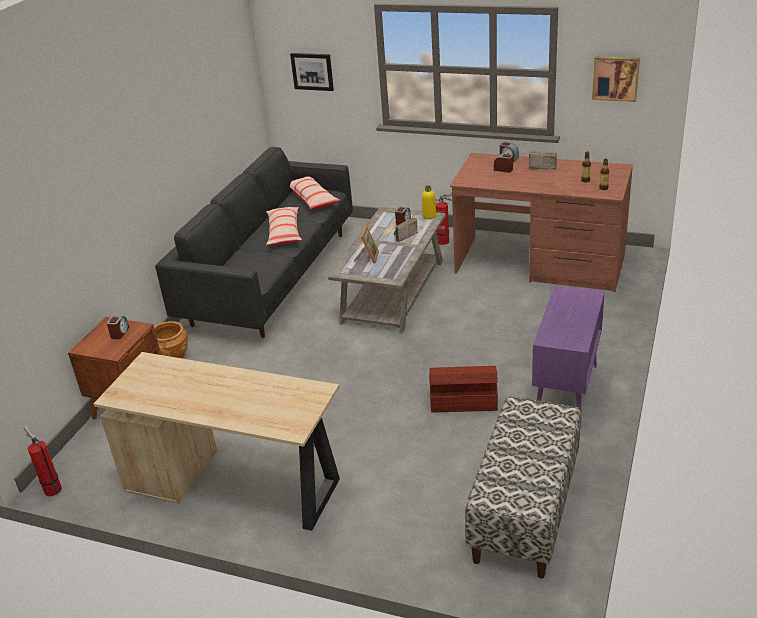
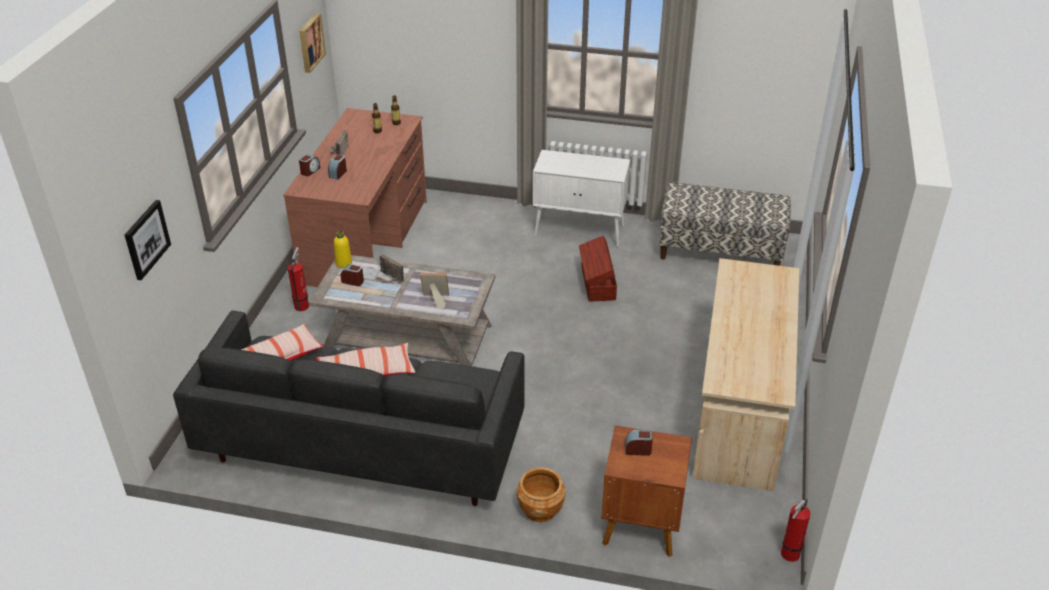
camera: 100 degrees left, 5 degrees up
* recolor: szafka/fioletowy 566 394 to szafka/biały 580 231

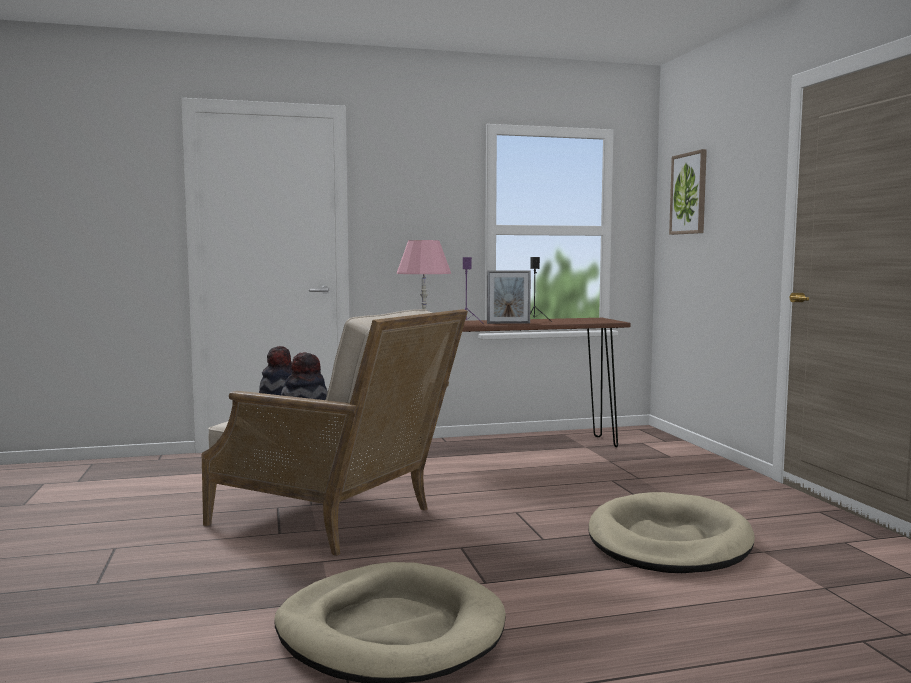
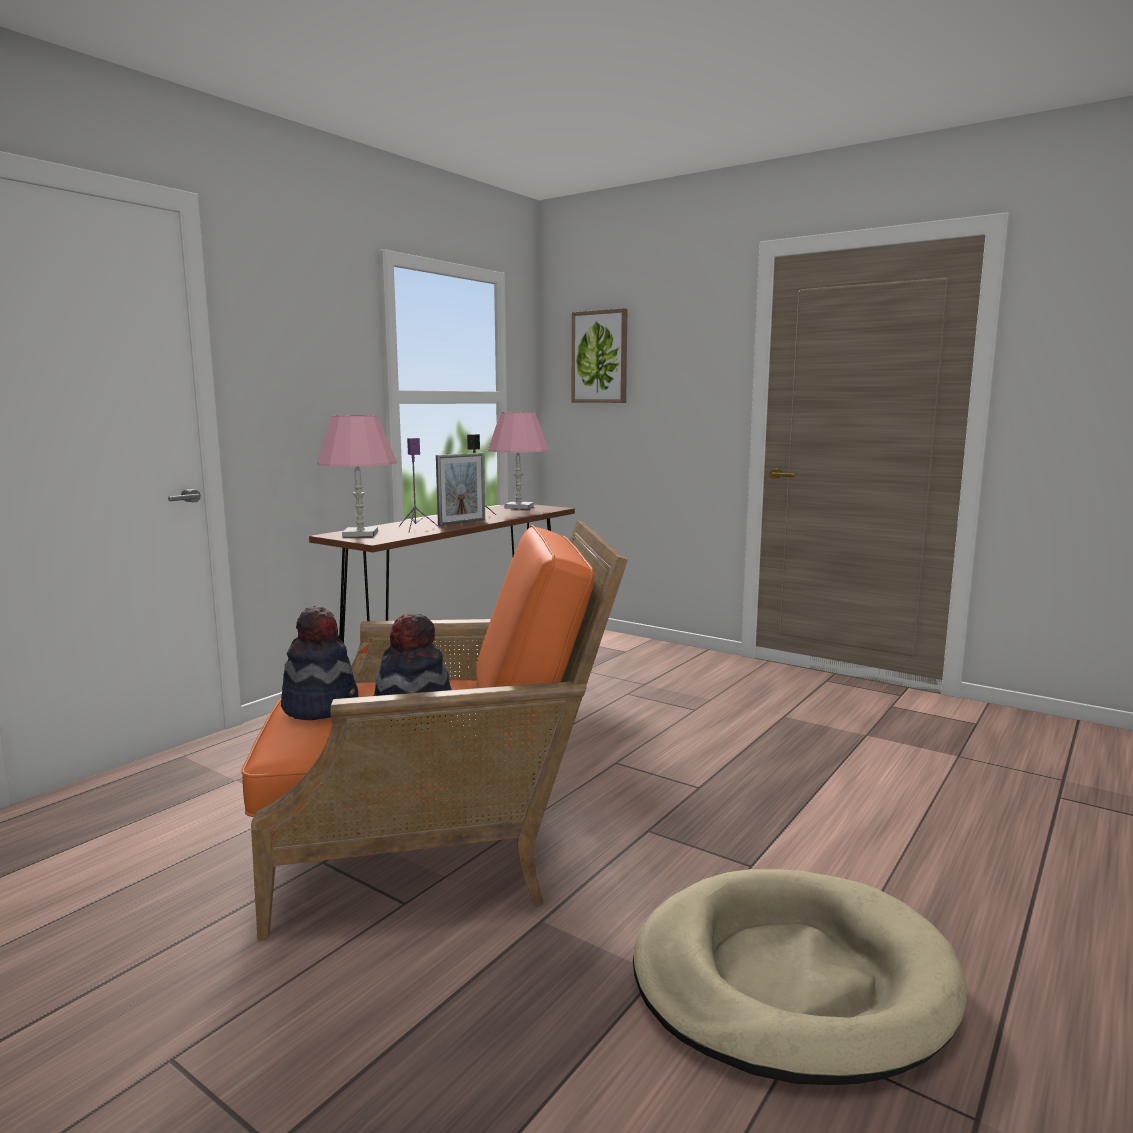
camera: 40 degrees left, 5 degrees up
* recolor: fotel/beżowy 337 519 to fotel/pomarańczowy 441 848
* delete: legowisko/beżowy 668 541
* insert: lampa stołowa/różowy 519 507

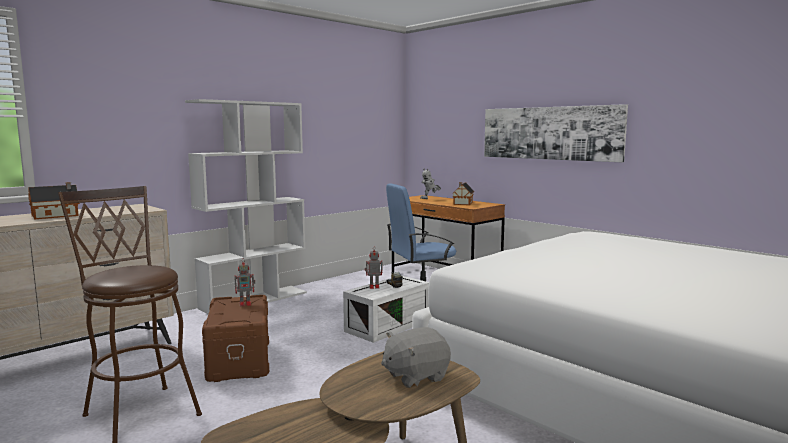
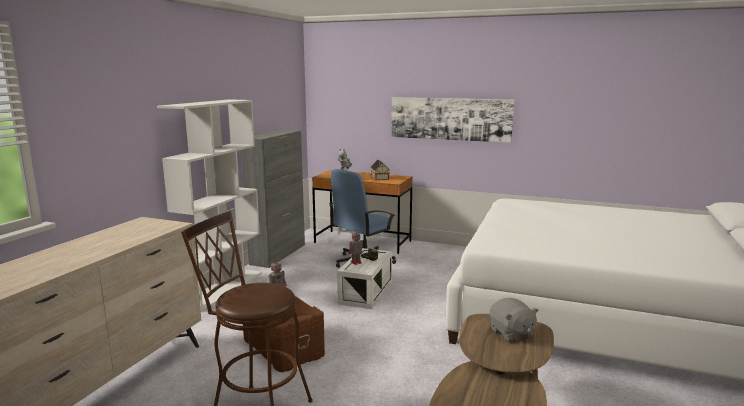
camera: 25 degrees left, 5 degrees up
* delete: domek 57 216
* rotate: pluszak/szary 415 376 = 511 333 60 degrees counterclockwise
* insert: szafka/szary 278 254

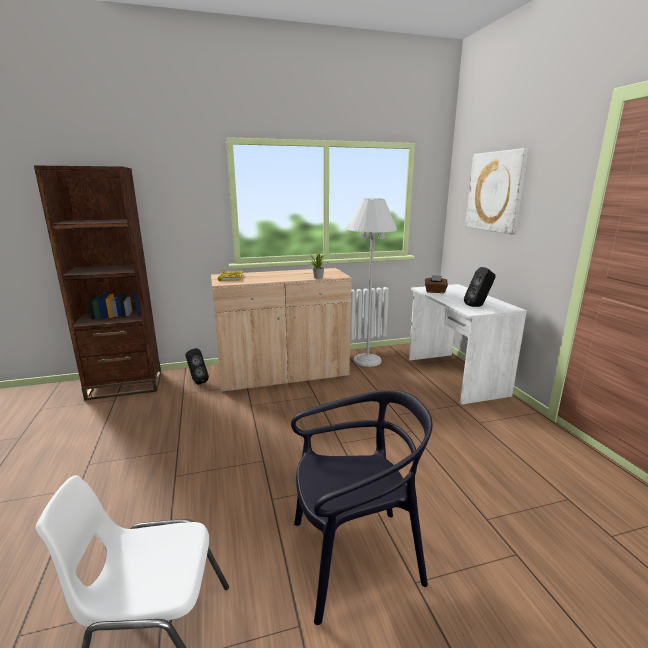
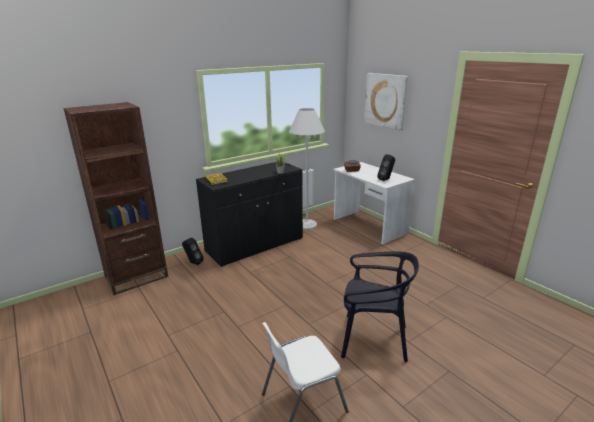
camera: 20 degrees left, 5 degrees up
* recolor: szafka/beżowy 283 374 to szafka/czarny 255 245
* rotate: krzesło/czarny 354 557 = 373 339 45 degrees clockwise

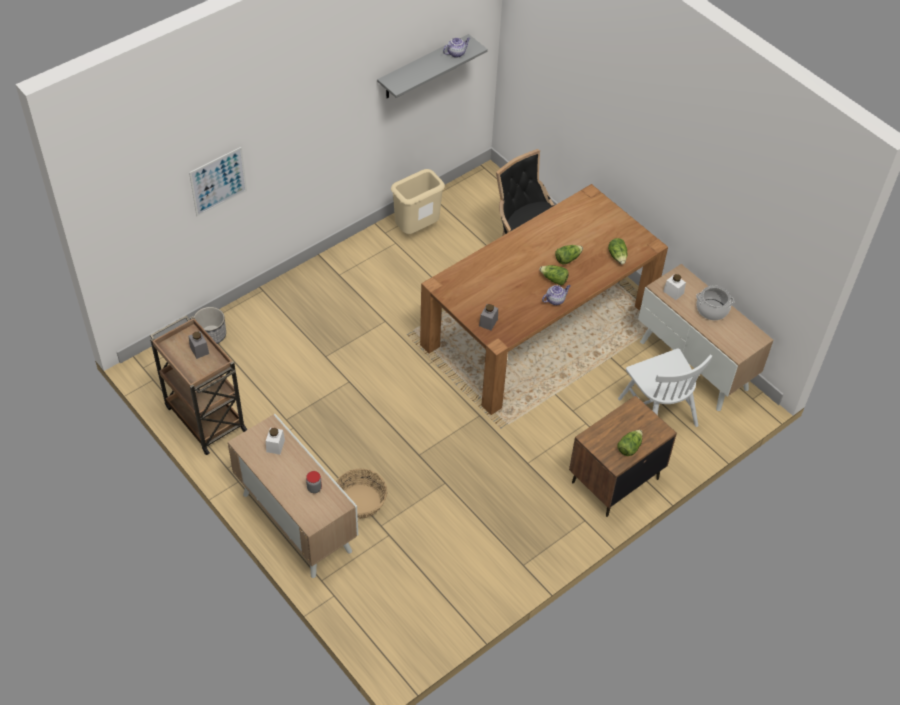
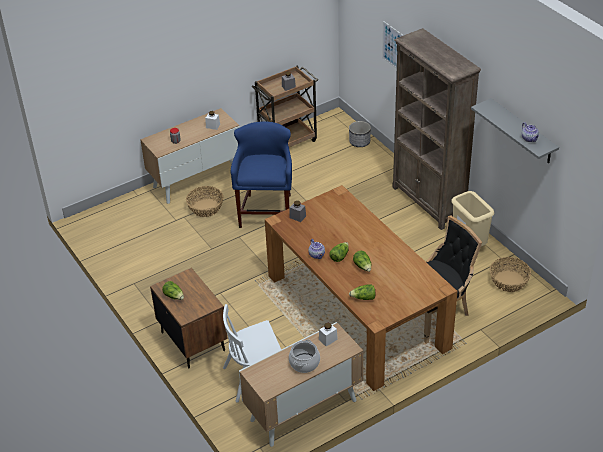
camera: 100 degrees right, 10 degrees down
* insert: regał/brązowy 428 203
* insert: stołek/niebieski 266 212
* insert: koszyk 508 281

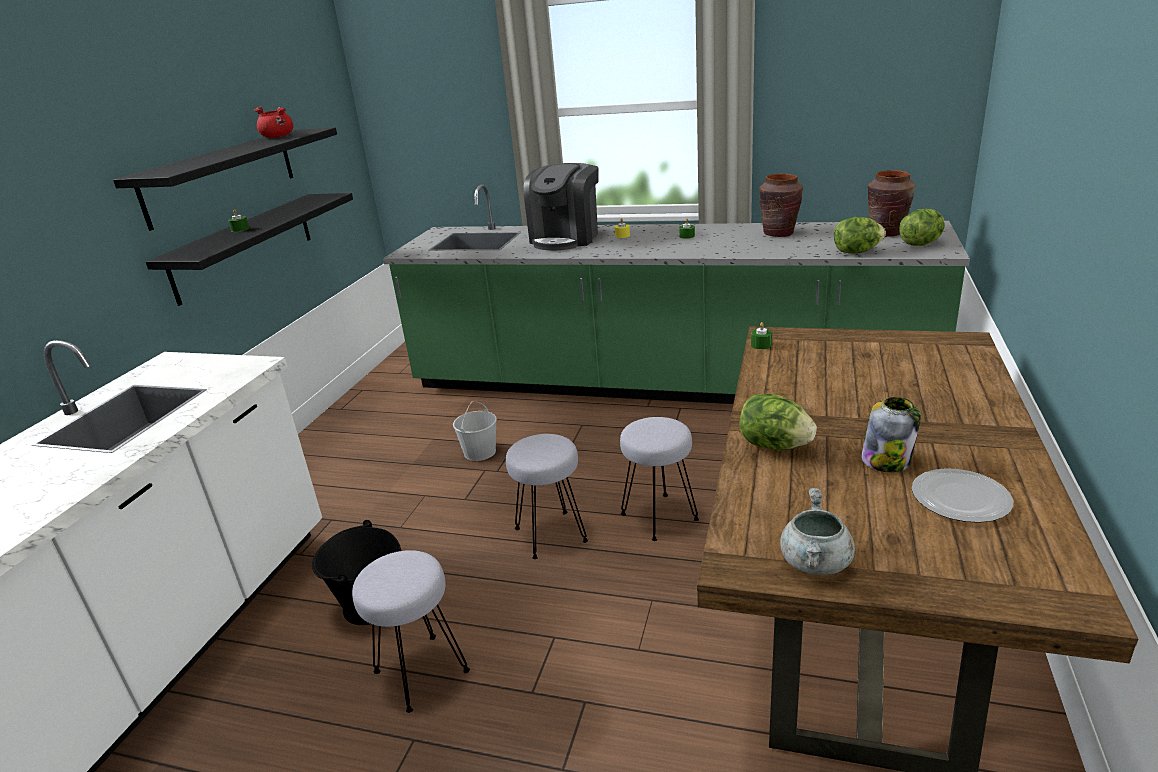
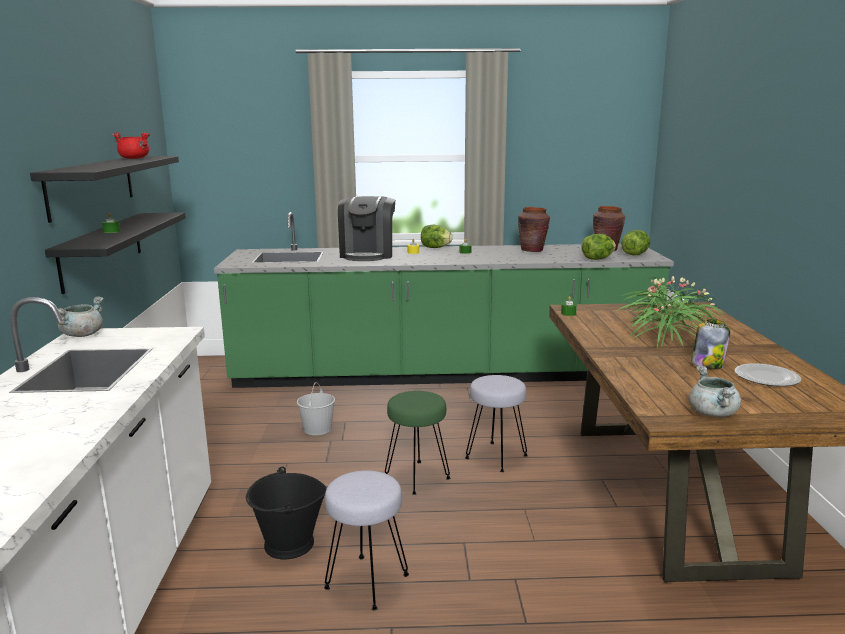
camera: 20 degrees left, 10 degrees down
* move: sałata 774 446 to 435 248
* recolor: stołek/szary 552 534 to stołek/zielony 417 477
* insert: roślina doniczkowa 667 336
* insert: garnek/szary 82 334

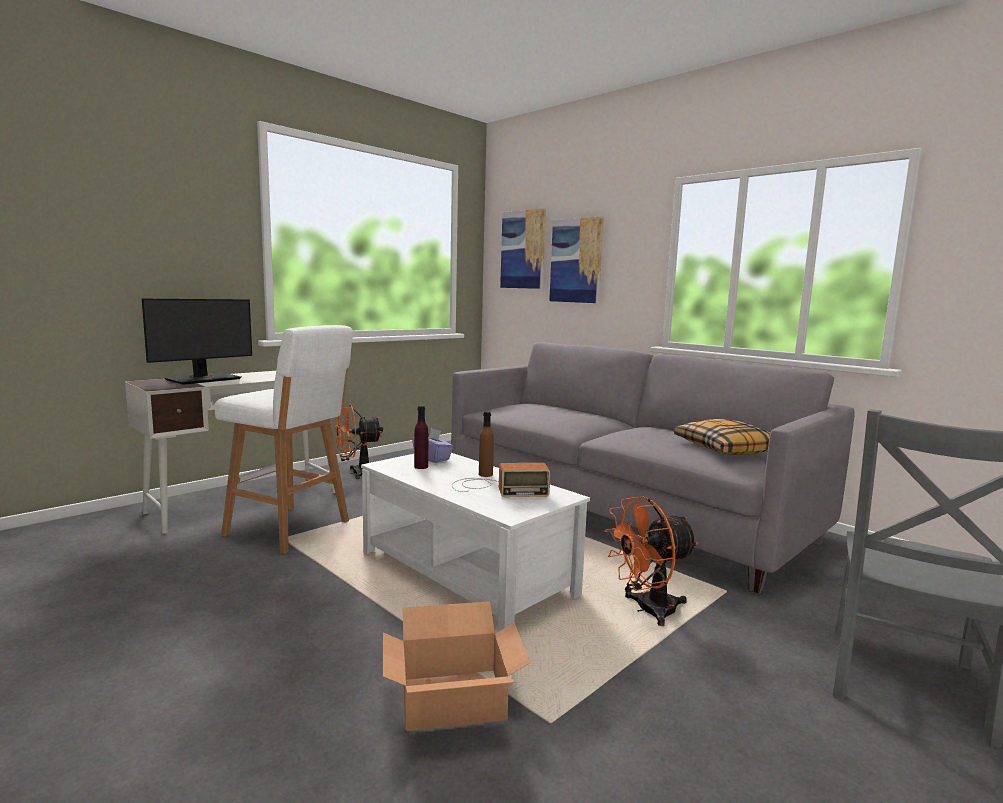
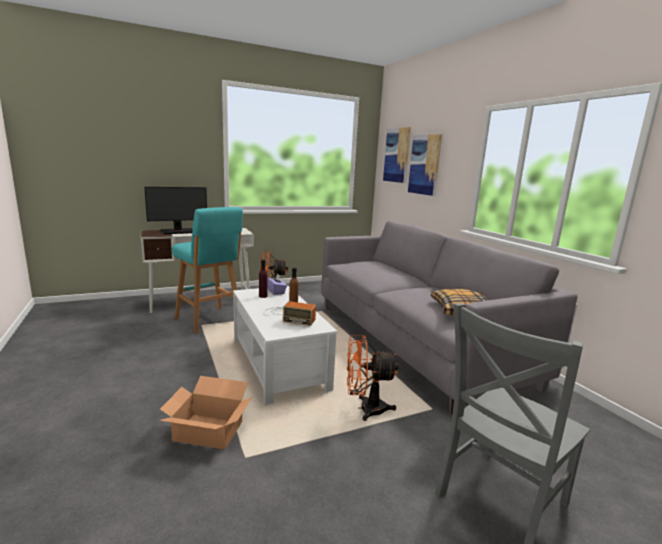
camera: 20 degrees right, 5 degrees up
* recolor: stołek/biały 290 529 to stołek/turkusowy 209 320

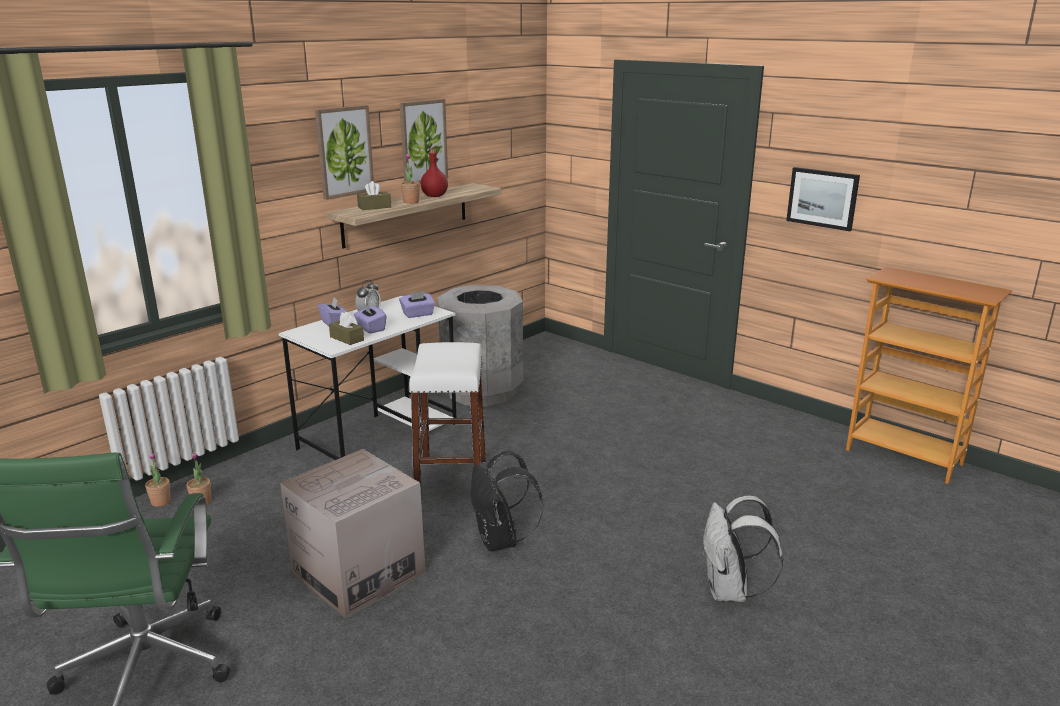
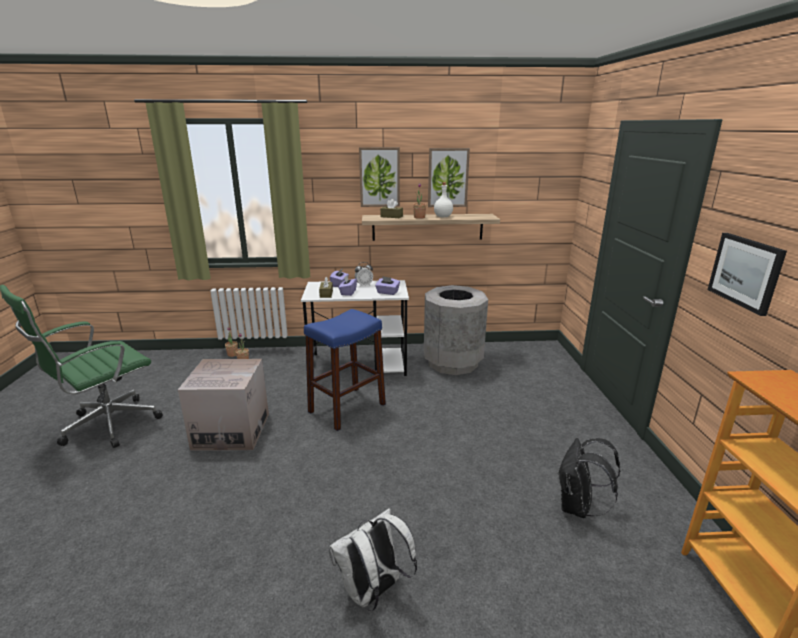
camera: 45 degrees right, 0 degrees up
* recolor: butelka/czerwony 434 196 to butelka/biały 443 216
* recolor: stołek/biały 451 483 to stołek/niebieski 347 408
* move: plecak/czarny 501 541 to 577 507

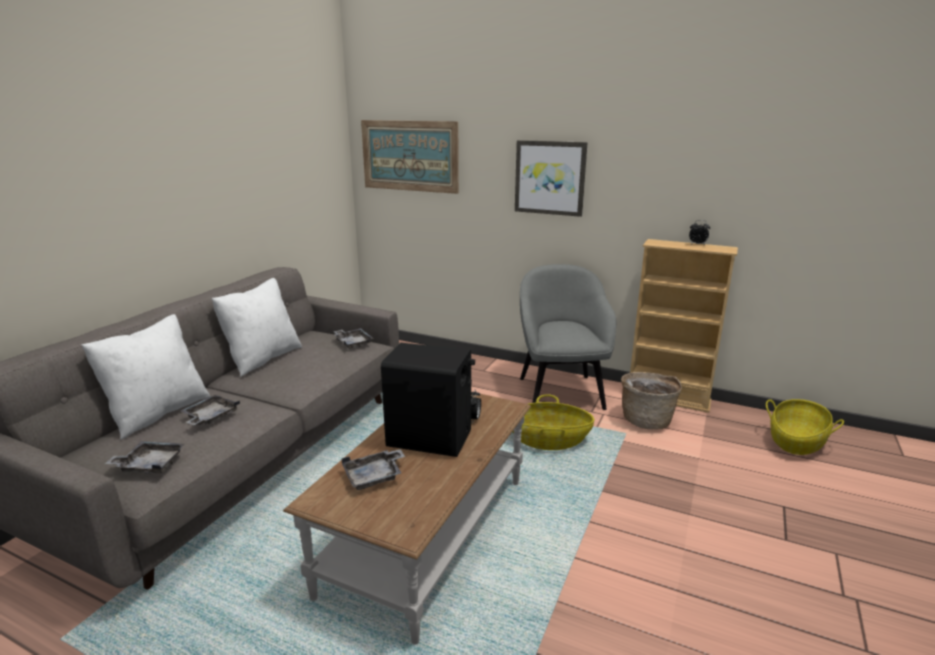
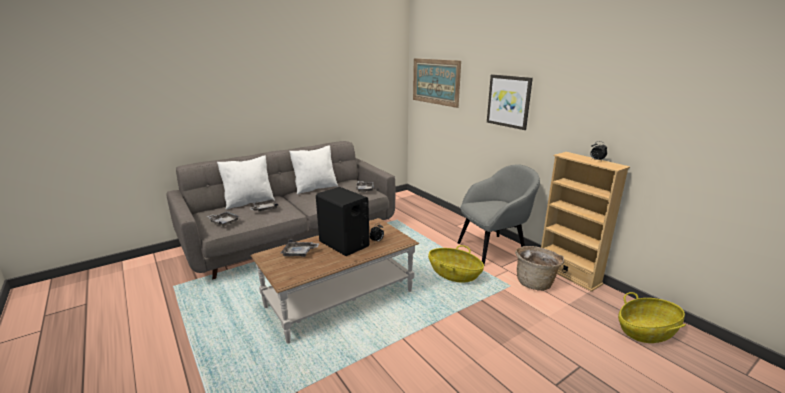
camera: 30 degrees right, 0 degrees up
* rotate: fotel/szary 560 392 = 492 249 45 degrees clockwise

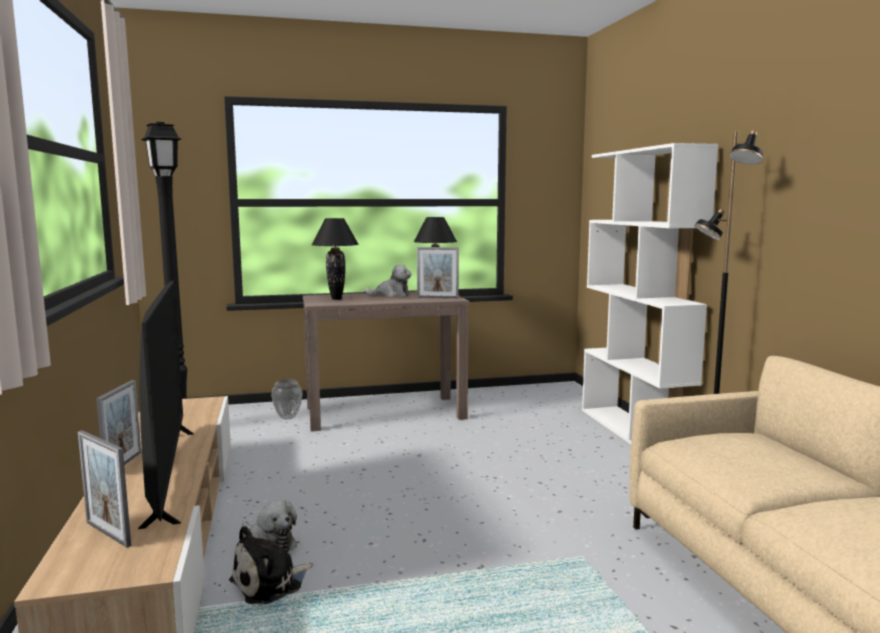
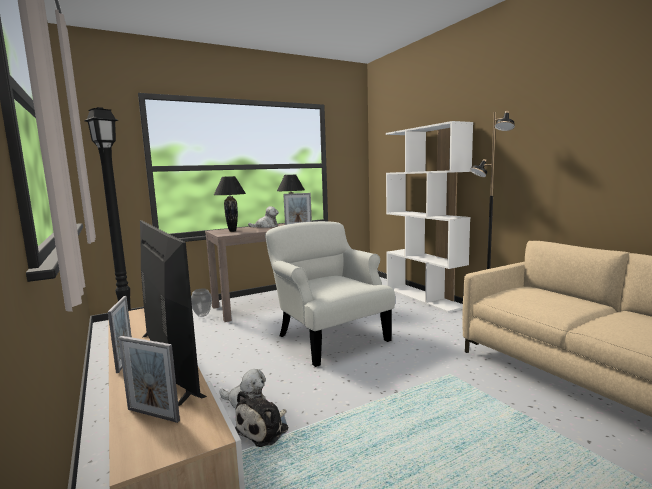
camera: 15 degrees left, 0 degrees up
* insert: fotel/biały 329 337

